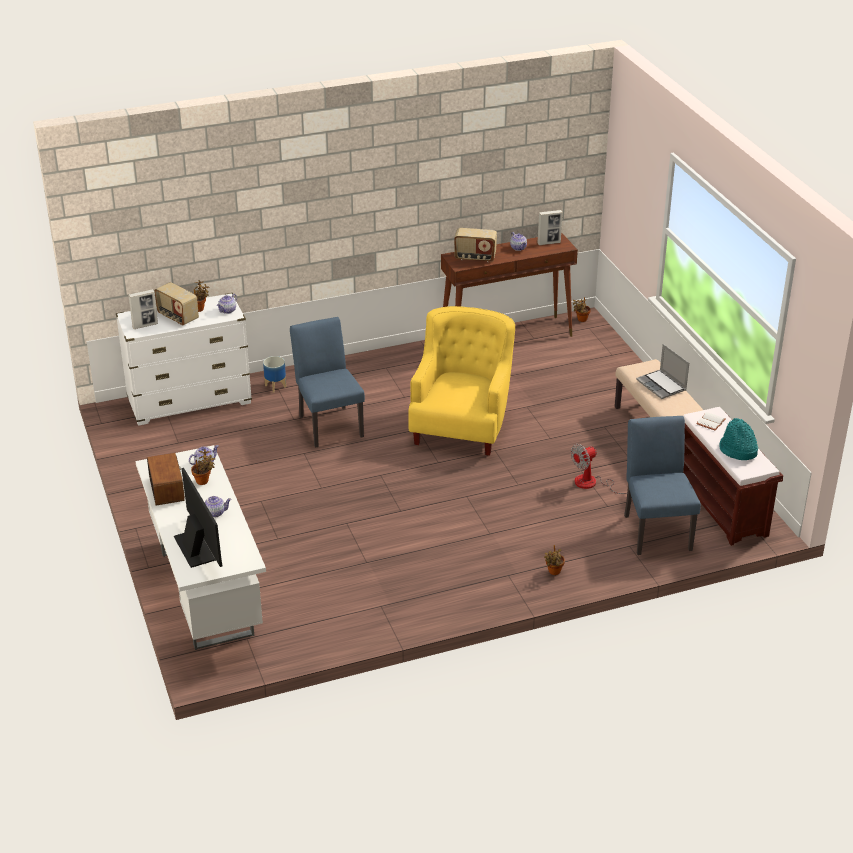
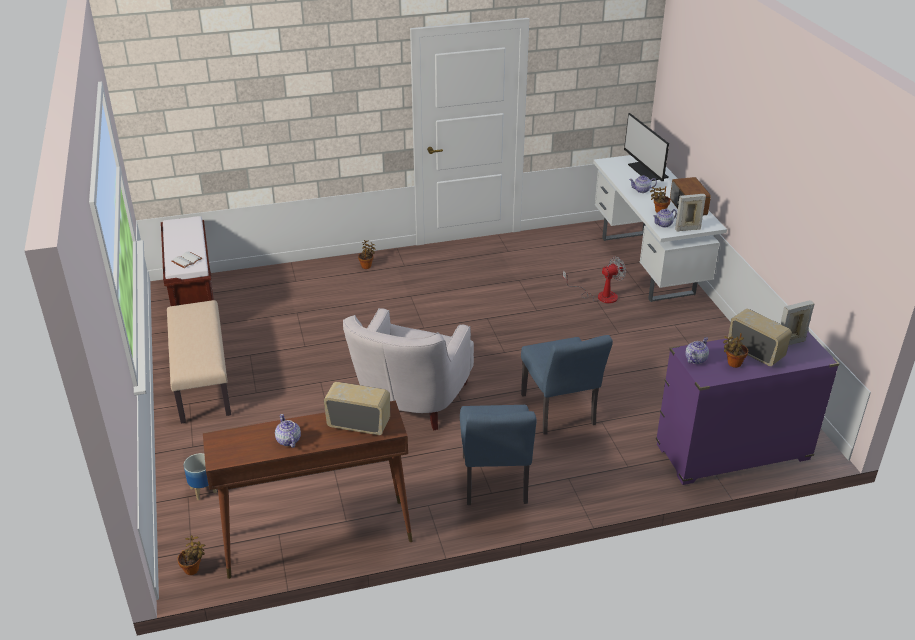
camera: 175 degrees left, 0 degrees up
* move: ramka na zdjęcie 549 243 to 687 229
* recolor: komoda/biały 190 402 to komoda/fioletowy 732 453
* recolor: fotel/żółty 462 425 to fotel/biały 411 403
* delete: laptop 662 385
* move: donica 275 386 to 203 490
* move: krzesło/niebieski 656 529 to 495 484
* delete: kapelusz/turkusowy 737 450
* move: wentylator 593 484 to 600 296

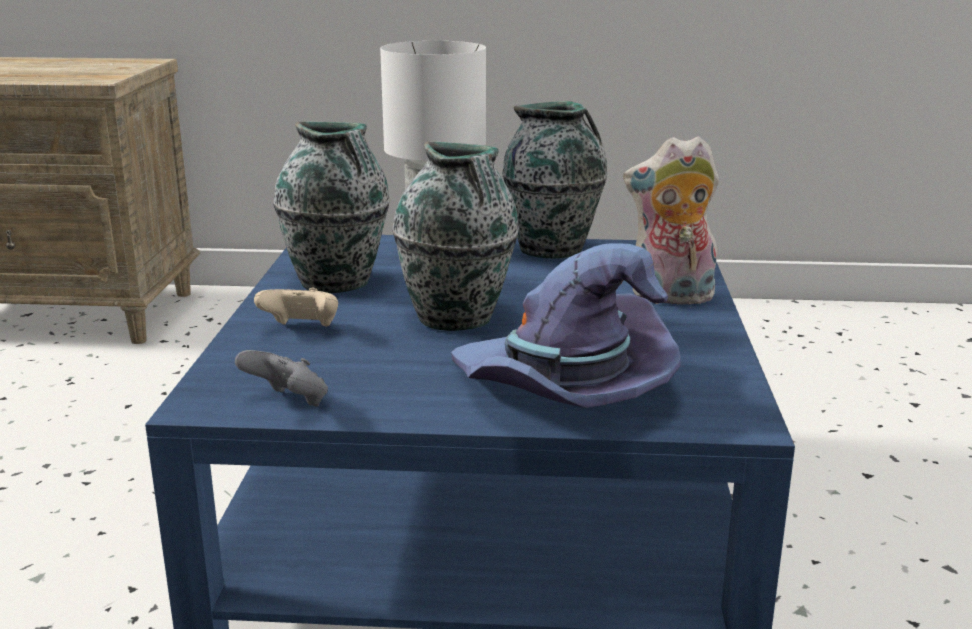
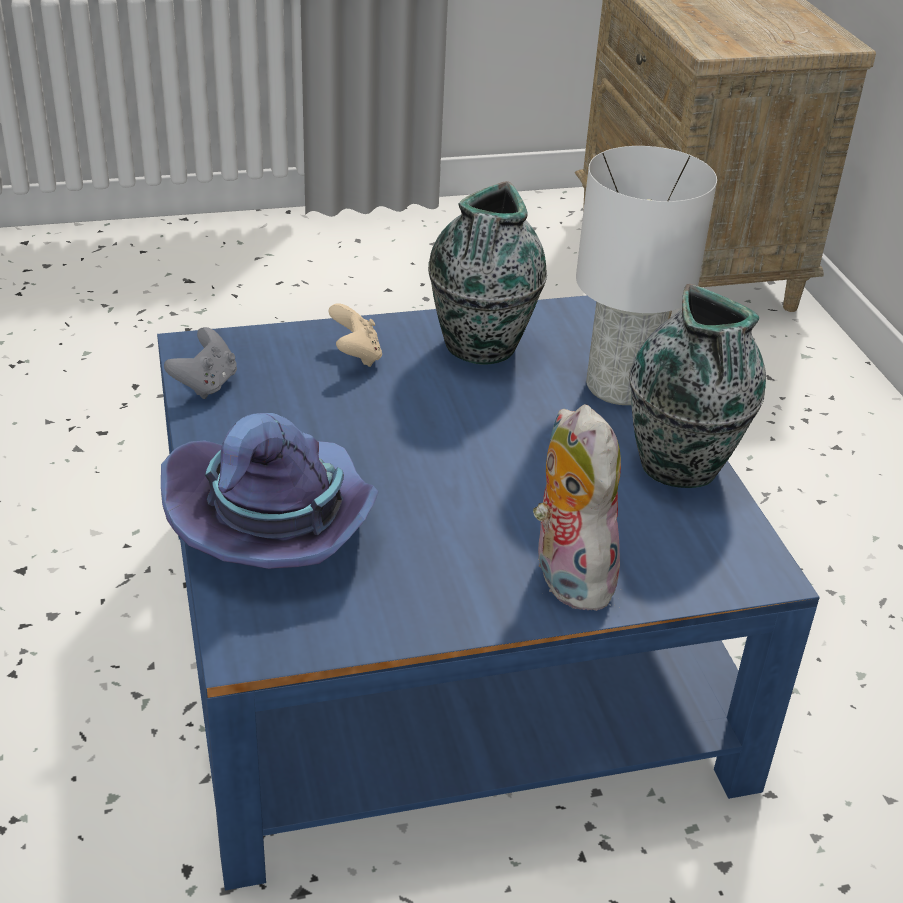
camera: 70 degrees right, 15 degrees up
* delete: wazon 457 318

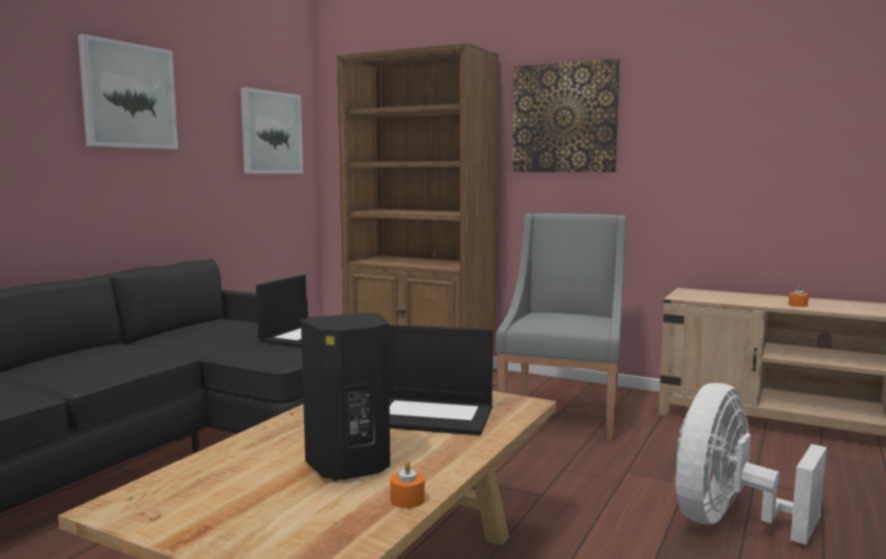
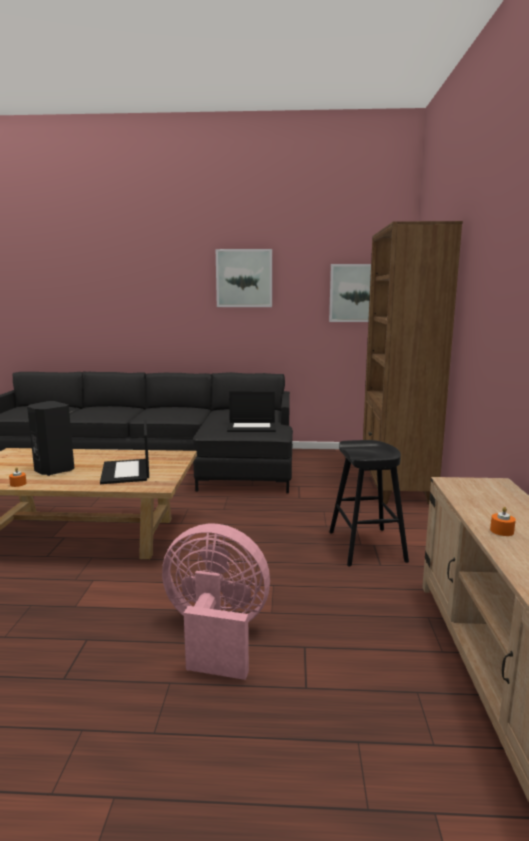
camera: 65 degrees right, 5 degrees up
* delete: obraz 564 118
* replace: fotel/szary 562 414 to stołek/czarny 366 546
* recolor: wentylator/biały 728 521 to wentylator/różowy 216 635

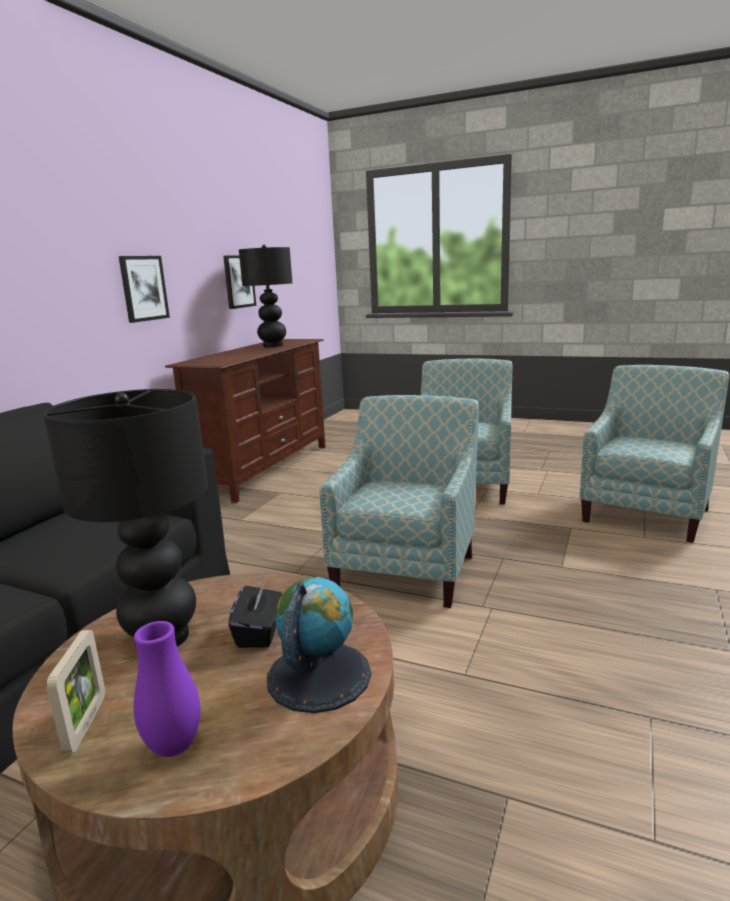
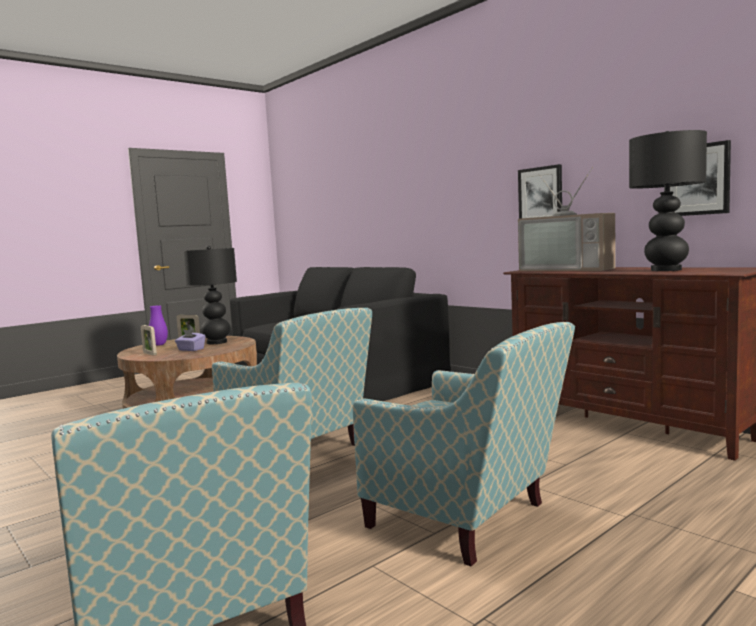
camera: 115 degrees right, 10 degrees down
* replace: globus 318 675 to ramka na zdjęcie 150 354
* recolor: pudełko chusteczek/czarny 260 632 to pudełko chusteczek/fioletowy 191 349
* insert: telewizor 569 269

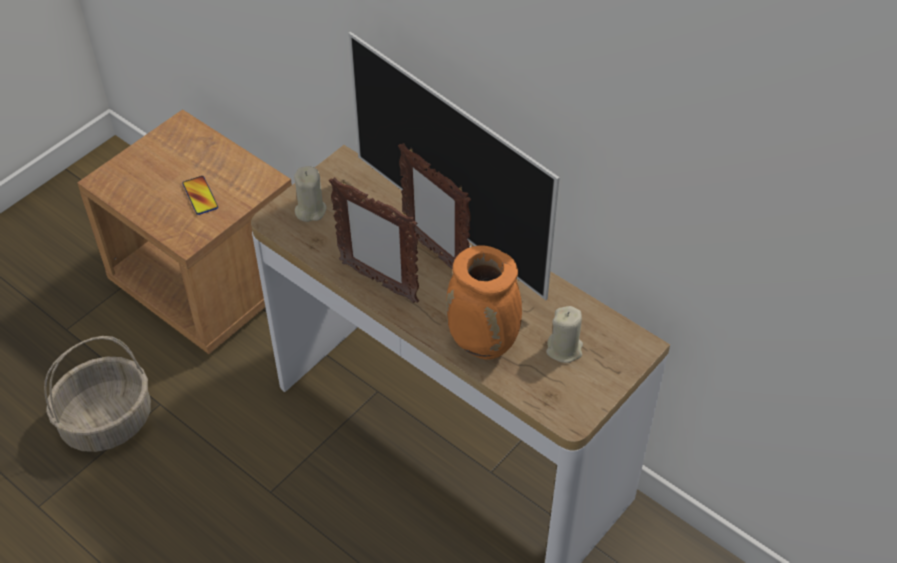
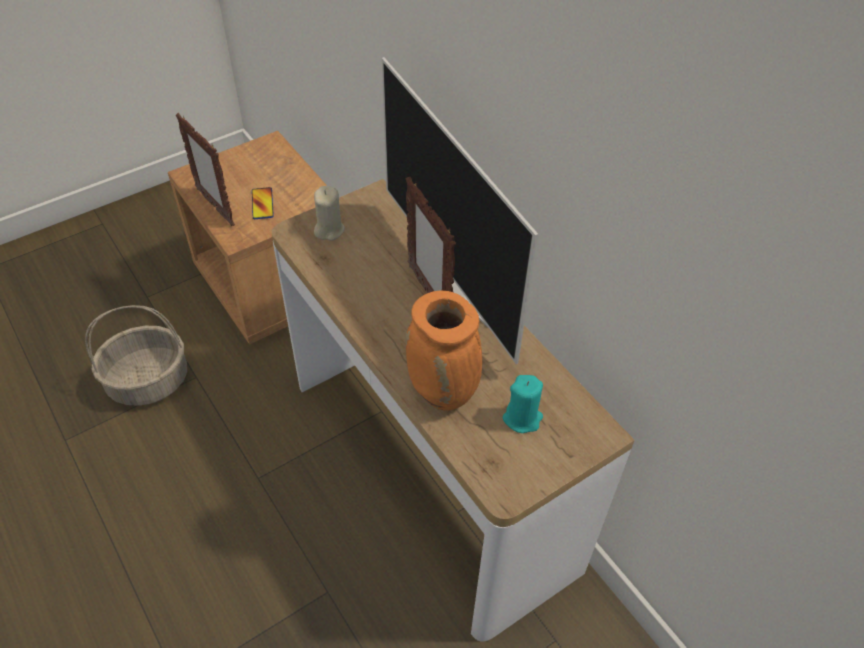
camera: 15 degrees right, 0 degrees up
* move: ramka na zdjęcie 378 282 to 215 207
* recolor: świeca/beżowy 564 349 to świeca/turkusowy 522 418

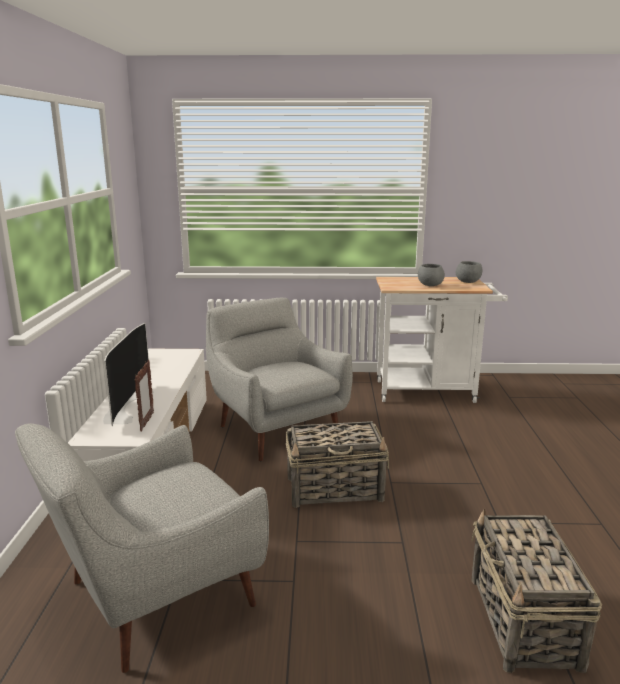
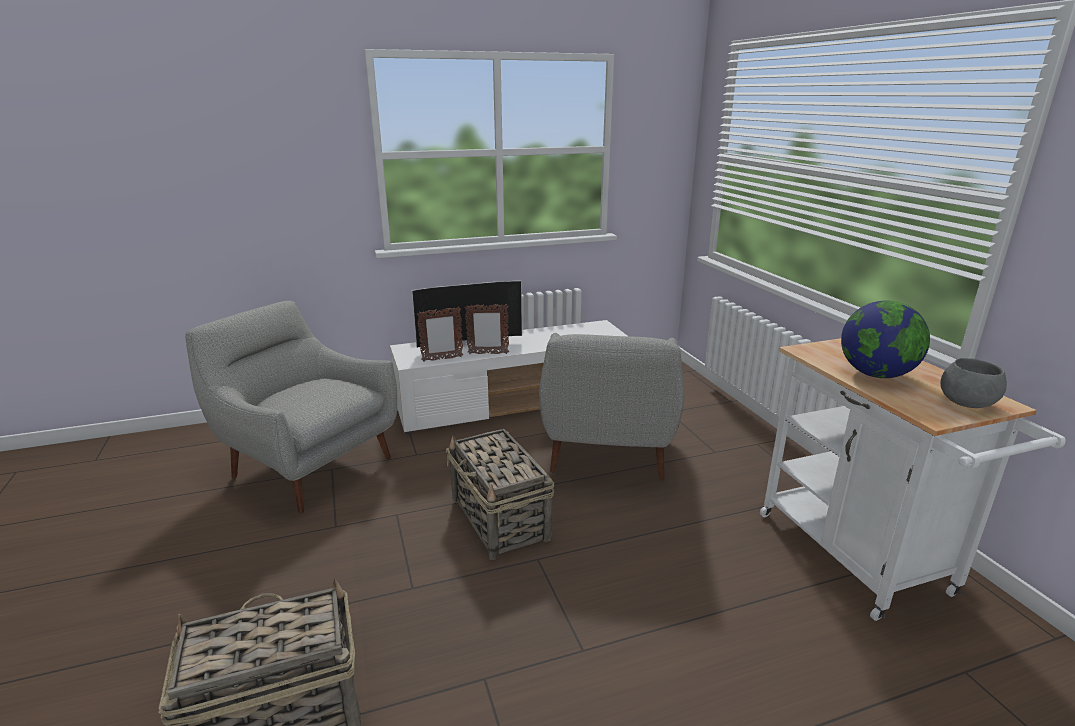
camera: 70 degrees right, 5 degrees up
* replace: miska/szary 430 285 to globus 875 374
* rotate: fotel/szary 276 429 = 607 452 150 degrees clockwise
* insert: ramka na zdjęcie 488 353

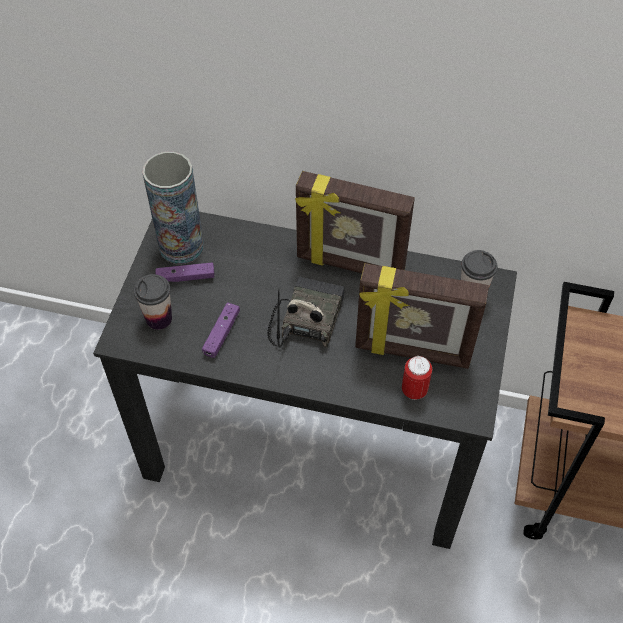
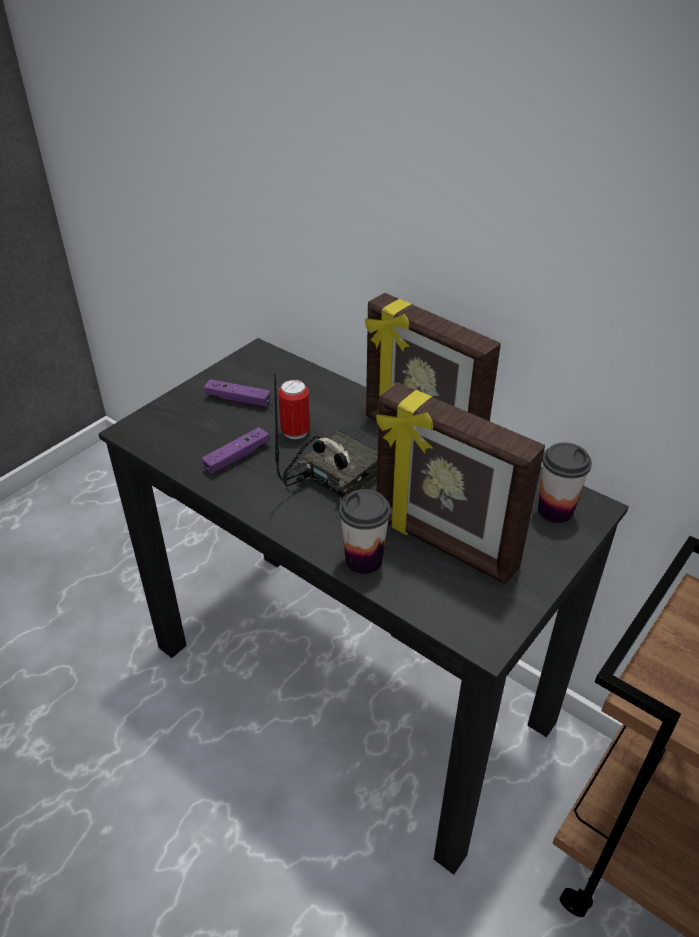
camera: 25 degrees right, 15 degrees down
* delete: wazon 181 246
* move: filiżanka 159 318 to 364 560
* move: puszka 414 390 to 295 432

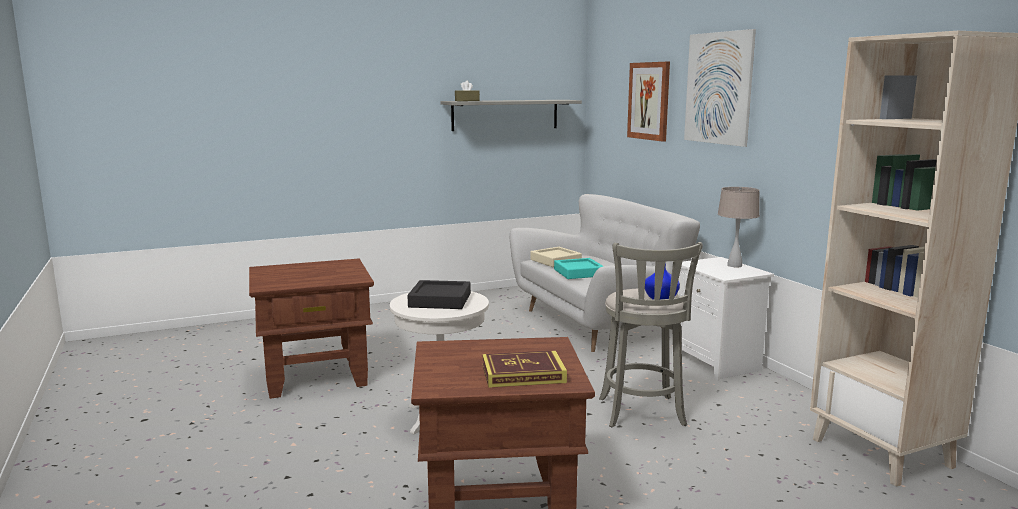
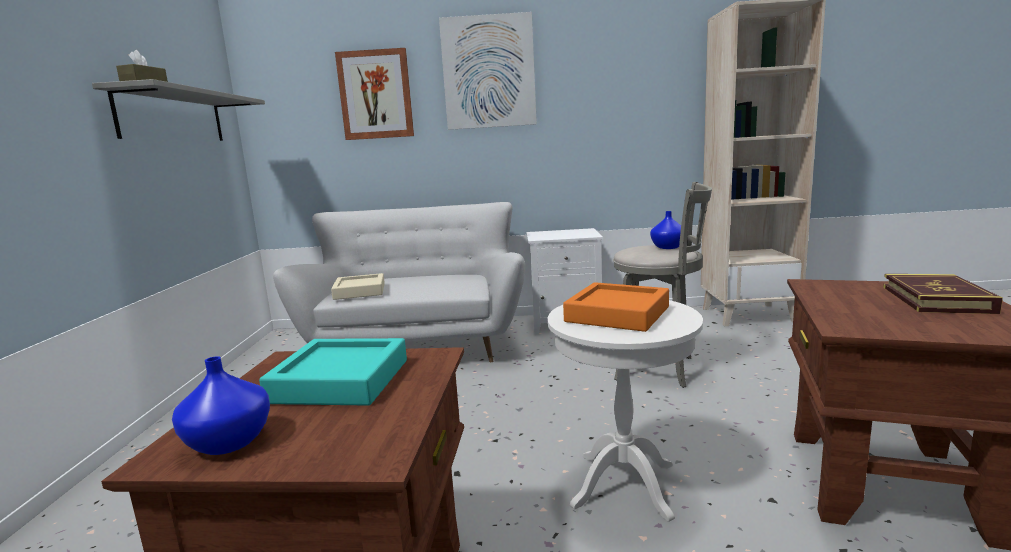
camera: 65 degrees left, 0 degrees up
* delete: lampa stołowa/beżowy 734 265
* move: taca/turkusowy 578 273 to 340 381
* recolor: taca/czarny 440 300 to taca/pomarańczowy 617 314
* insert: wazon/niebieski 231 442

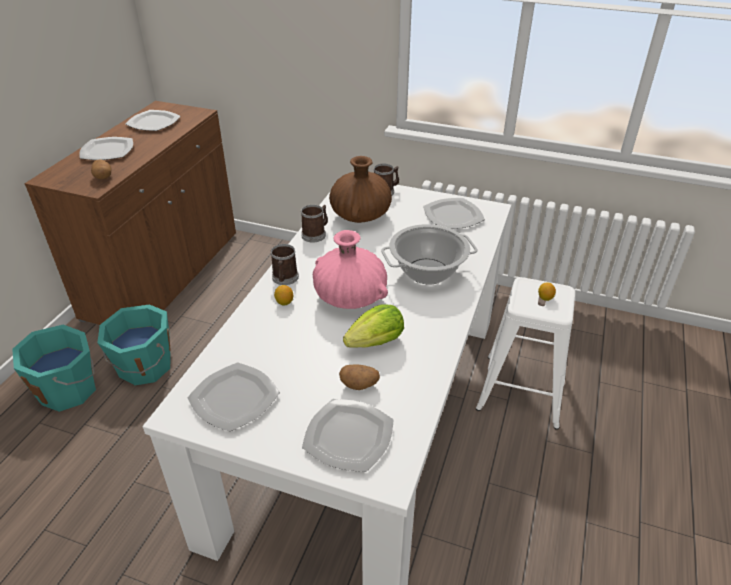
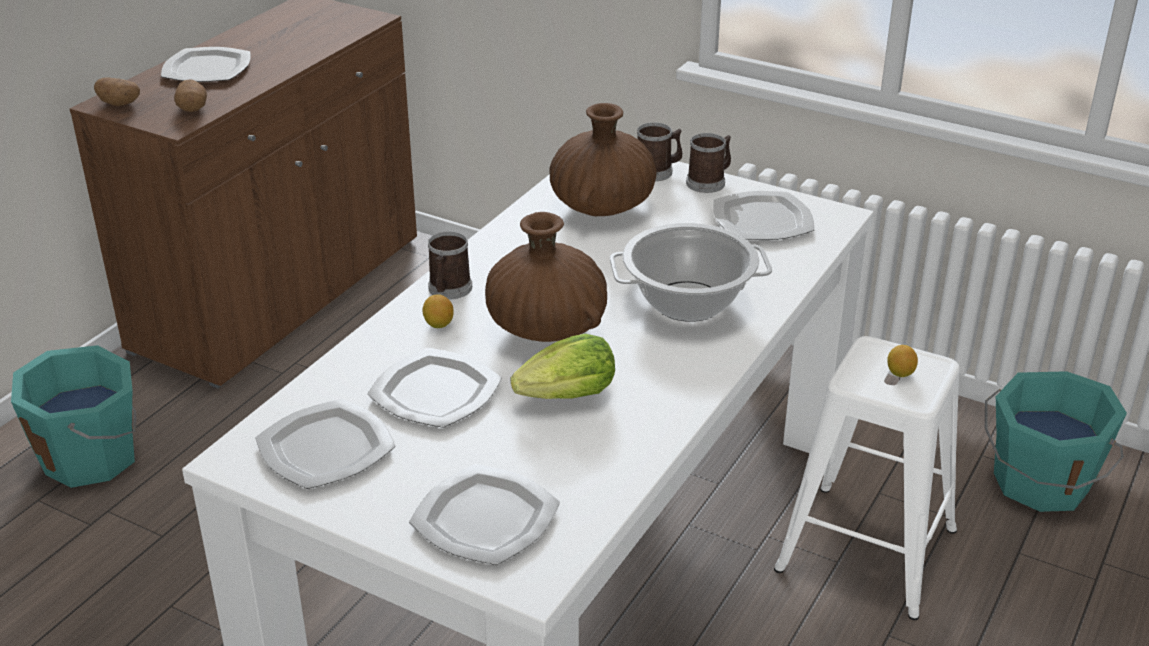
camera: 10 degrees right, 5 degrees down
* move: talerz 154 123 to 435 393
* move: kubek 316 234 to 709 182
* recolor: wazon/różowy 350 298 to wazon/brązowy 546 329
* move: wiadro/turkusowy 144 367 to 1040 483
* move: ziemniak 359 385 to 120 104

